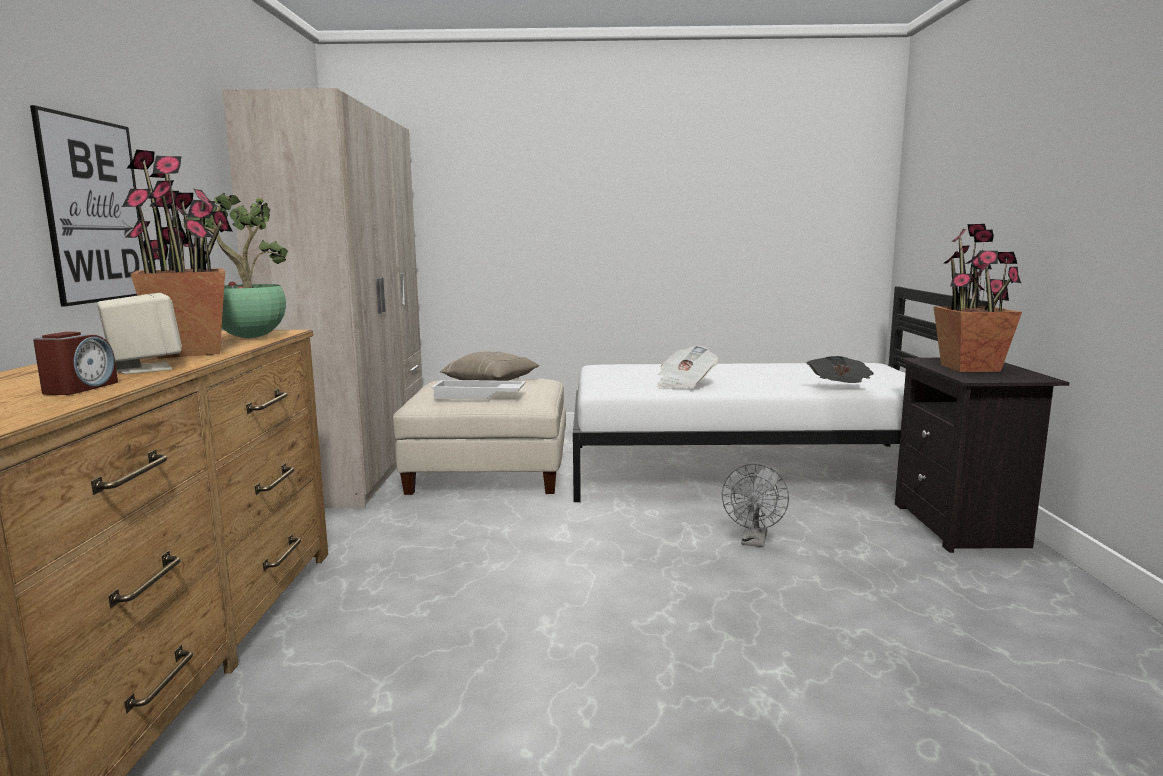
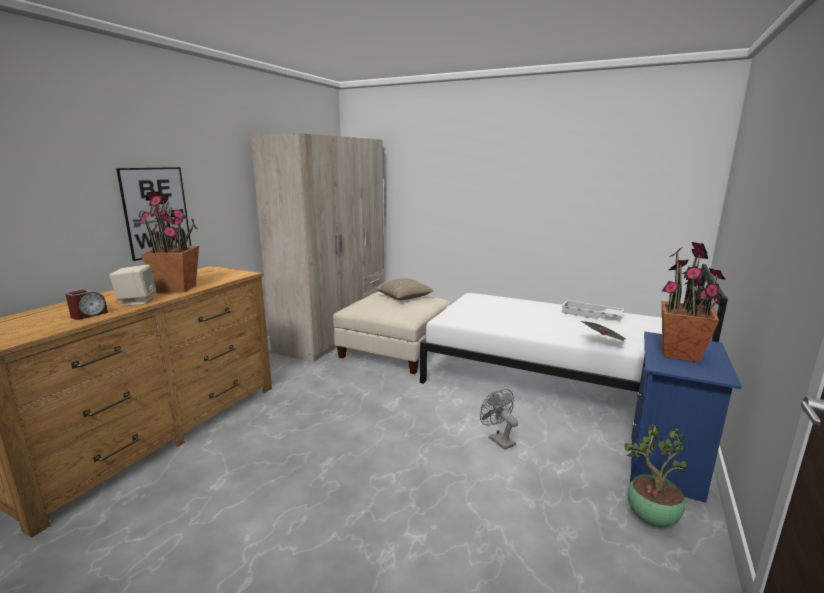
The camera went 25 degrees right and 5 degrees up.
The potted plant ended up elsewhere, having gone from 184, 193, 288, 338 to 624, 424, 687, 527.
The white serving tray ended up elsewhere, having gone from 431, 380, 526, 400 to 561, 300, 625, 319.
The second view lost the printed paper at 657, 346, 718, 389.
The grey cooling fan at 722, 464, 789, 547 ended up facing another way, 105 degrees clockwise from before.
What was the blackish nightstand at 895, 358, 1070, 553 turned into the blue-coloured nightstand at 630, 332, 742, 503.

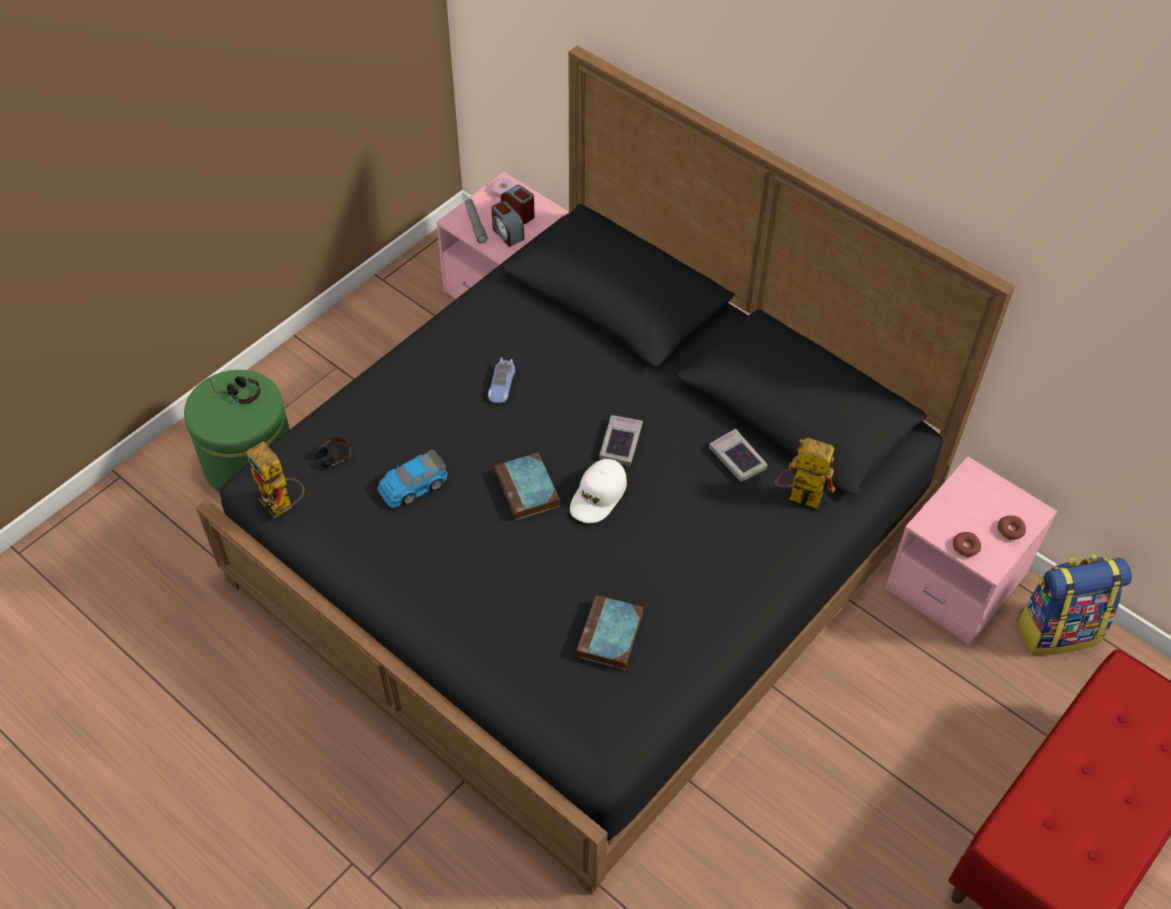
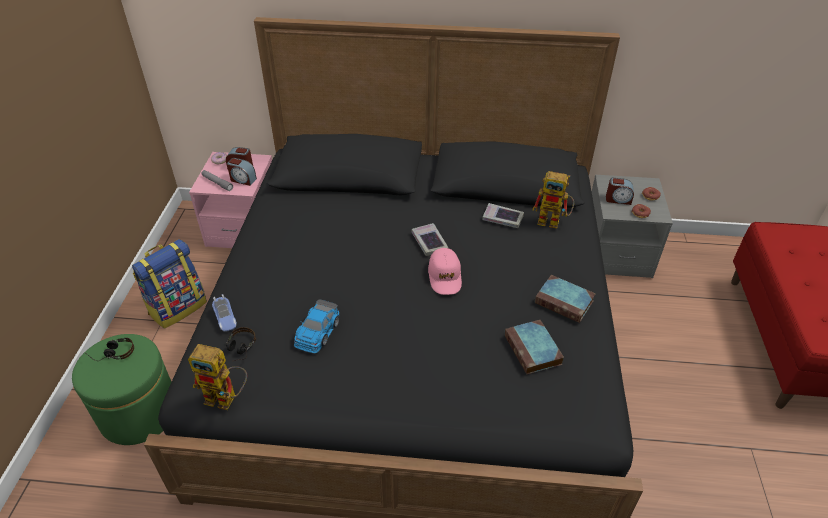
The camera went 35 degrees left and 10 degrees down.
The toy car ended up elsewhere, having gone from 488, 358, 515, 403 to 212, 294, 237, 332.
The volume ended up elsewhere, having gone from 495, 453, 560, 520 to 534, 275, 596, 323.
What was the white peaked cap at 570, 459, 627, 523 turned into the pinkish peaked cap at 428, 248, 462, 295.
The toy robot at 775, 438, 835, 509 ended up facing another way, 150 degrees counterclockwise from before.
What was the pinkish nightstand at 885, 456, 1057, 645 turned into the grey nightstand at 592, 175, 673, 278.
The knapsack ended up elsewhere, having gone from 1016, 554, 1132, 655 to 132, 239, 207, 329.
The second view gained the alarm clock at 606, 178, 634, 205.

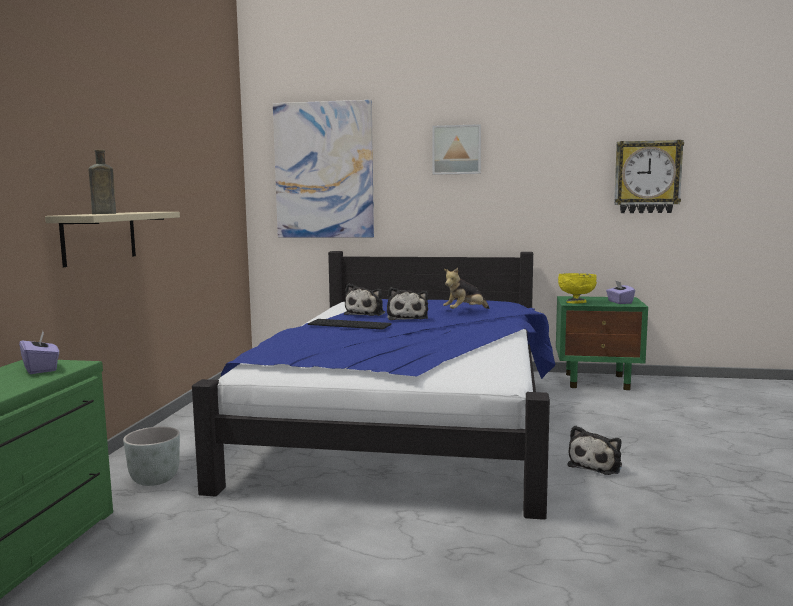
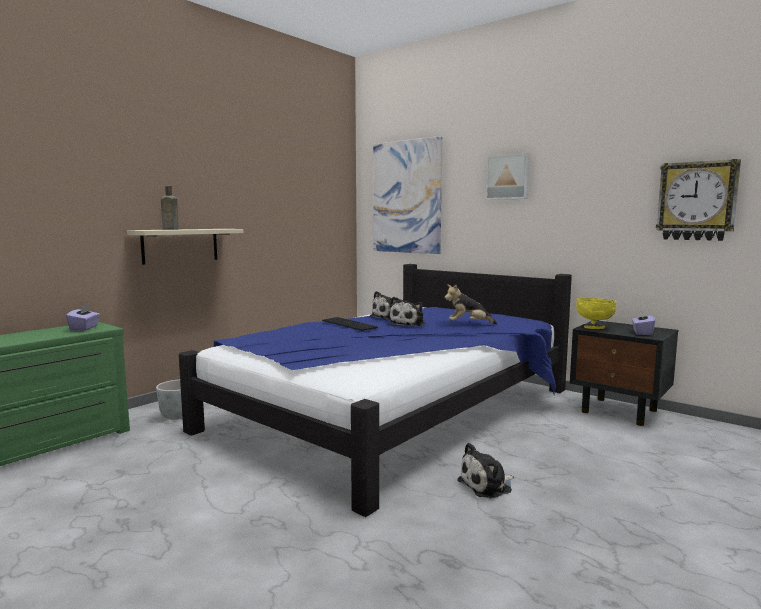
The camera went 30 degrees right and 0 degrees up.
What was the green-coloured nightstand at 556, 296, 648, 390 turned into the blackish nightstand at 570, 321, 679, 426.

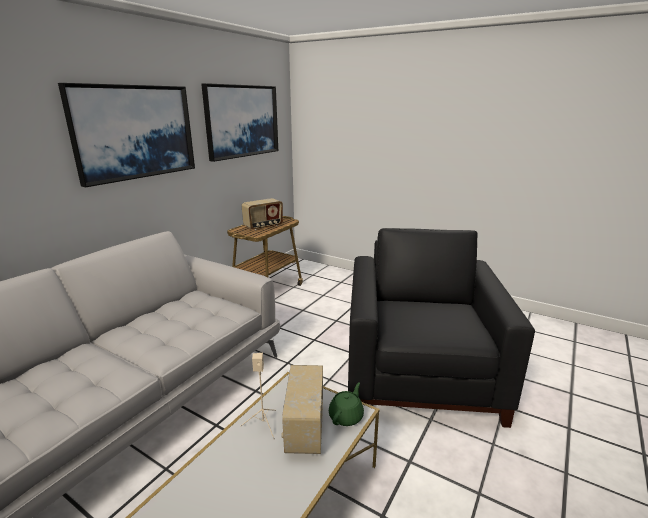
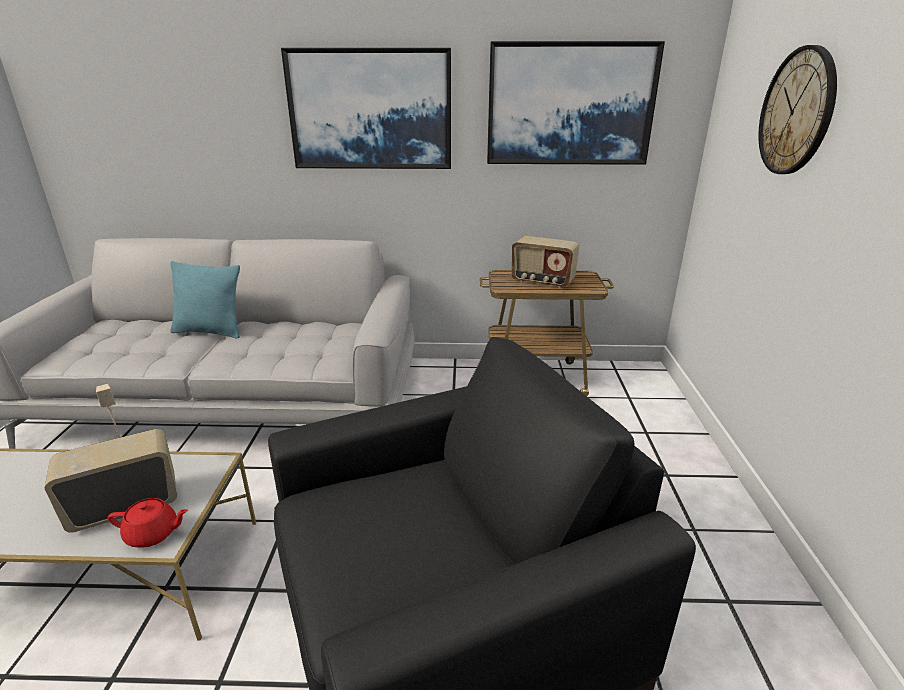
The camera went 60 degrees right and 5 degrees up.
What was the green-coloured pot for tea at 329, 382, 364, 426 turned into the red-coloured pot for tea at 108, 498, 188, 548.
The second view gained the blue-green throw pillow at 170, 261, 240, 339.
The second view gained the wall clock at 759, 45, 837, 174.

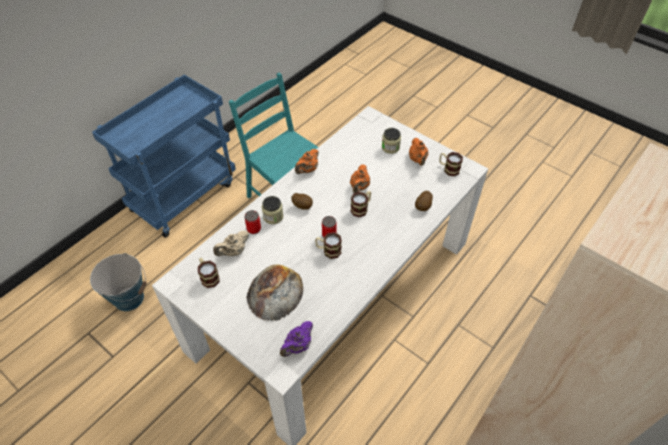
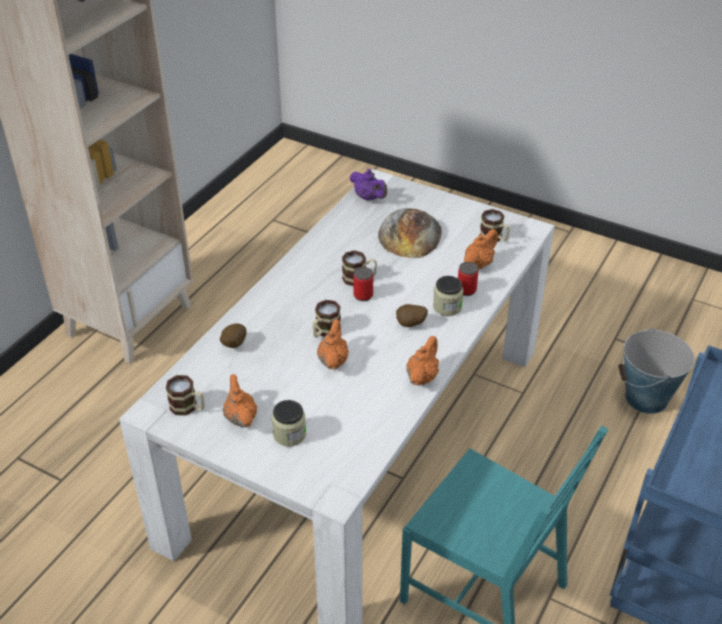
The camera went 170 degrees right and 10 degrees down.
What was the sand-coloured pot for tea at 213, 230, 250, 256 turned into the orange pot for tea at 464, 229, 498, 270.
The purple pot for tea at 280, 321, 313, 357 ended up facing another way, 105 degrees clockwise from before.

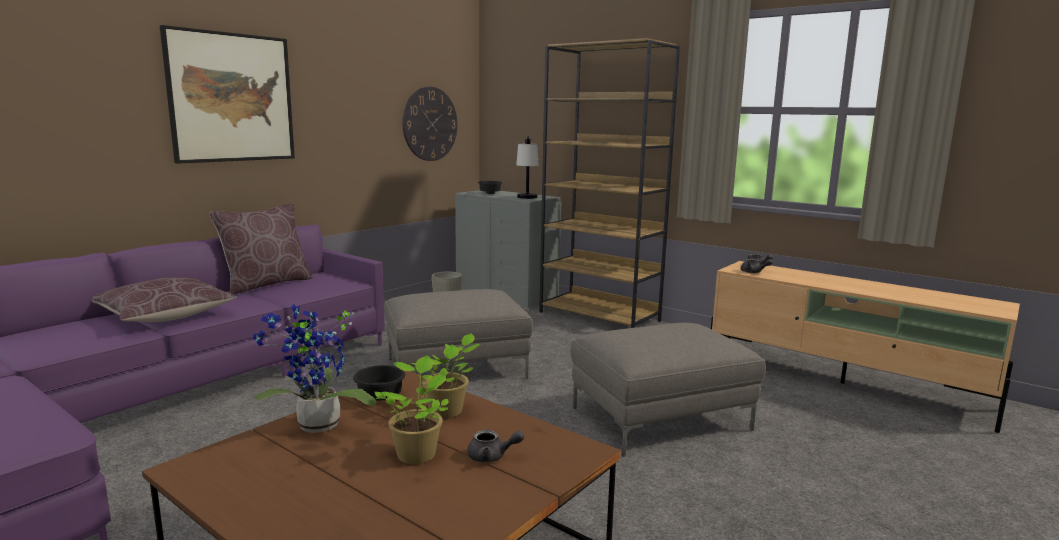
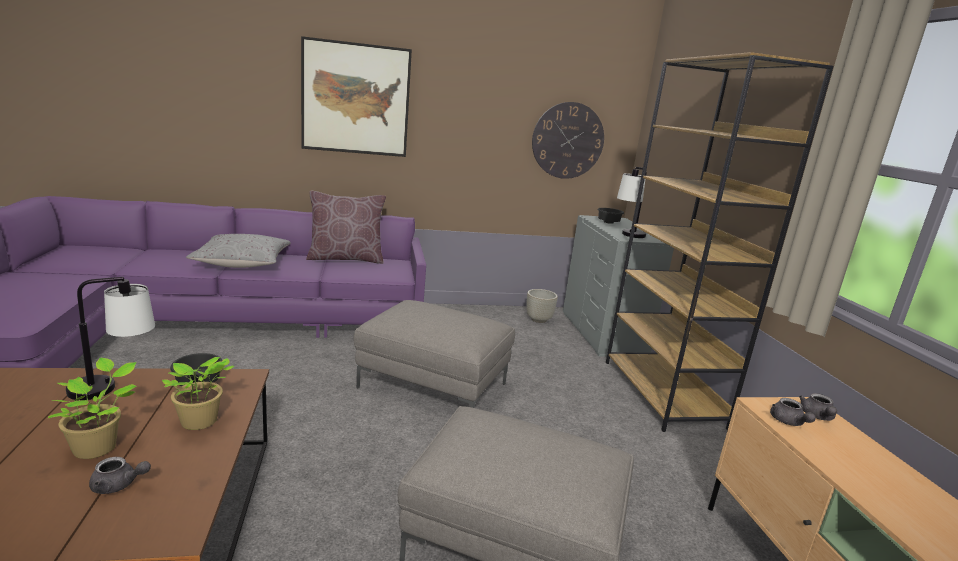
The camera went 40 degrees right and 5 degrees up.
What was the brown-coloured throw pillow at 92, 277, 237, 322 turned into the grey throw pillow at 186, 234, 290, 268.
Where the potted plant stood at 253, 304, 376, 433, the table lamp came to stand at 66, 277, 155, 400.
The grey pot for tea at 467, 430, 524, 462 ended up facing another way, 45 degrees counterclockwise from before.

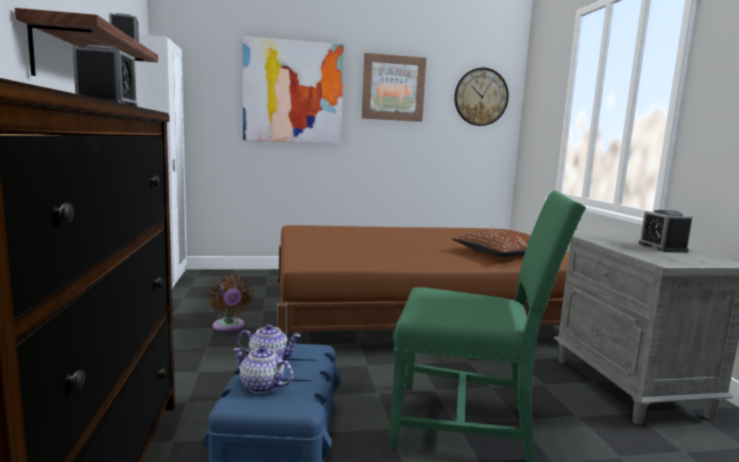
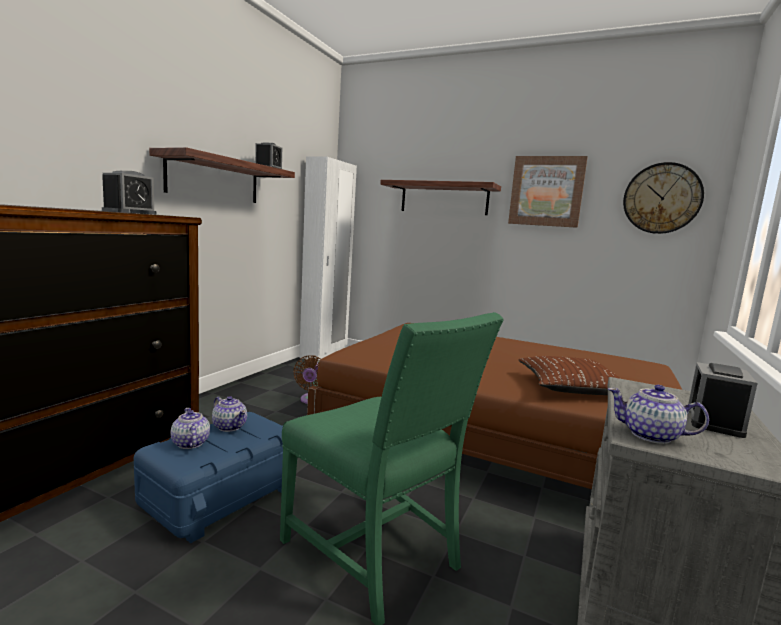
The camera went 35 degrees right and 0 degrees up.
Where the picture hung at 243, 36, 344, 144, the bracket shelf came to hang at 380, 180, 501, 215.
The second view gained the pot for tea at 608, 385, 709, 444.

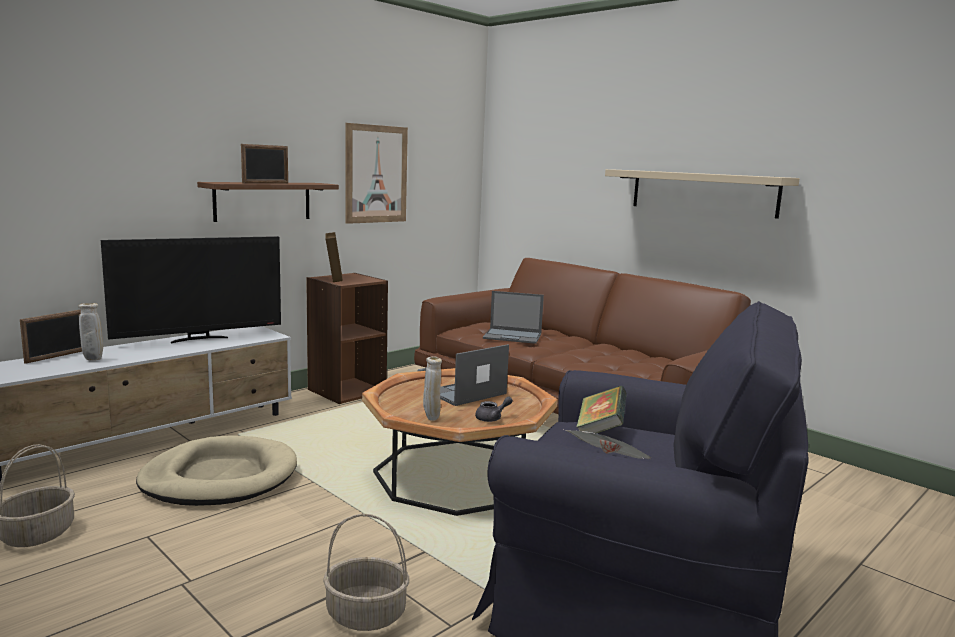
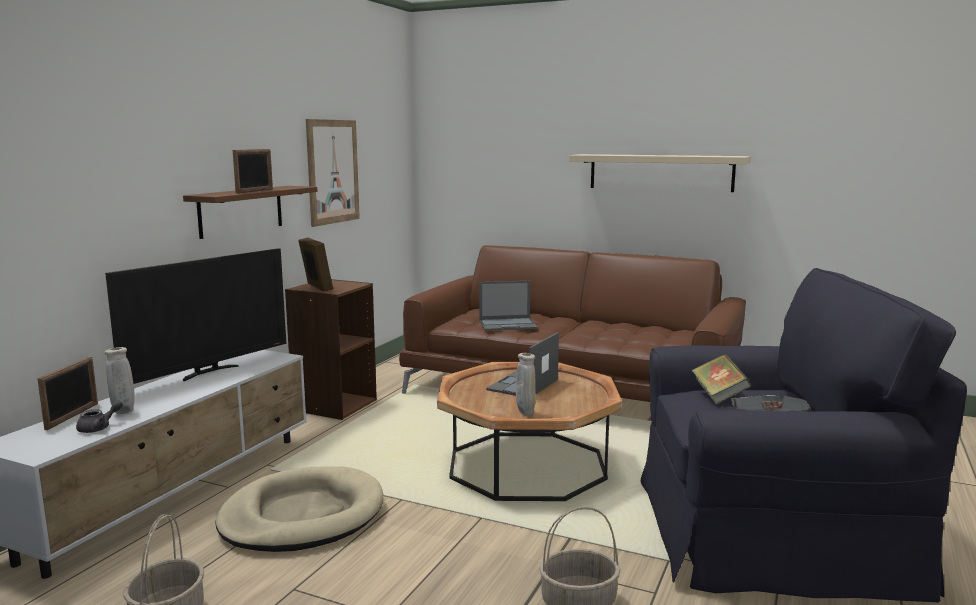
The camera went 20 degrees left and 0 degrees up.
The grey pot for tea ended up elsewhere, having gone from 475, 396, 513, 422 to 76, 400, 123, 433.

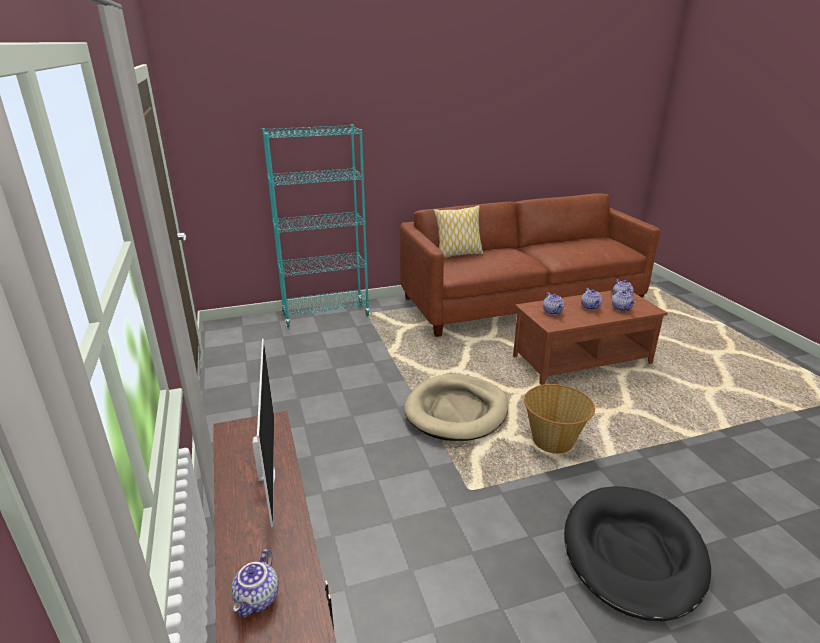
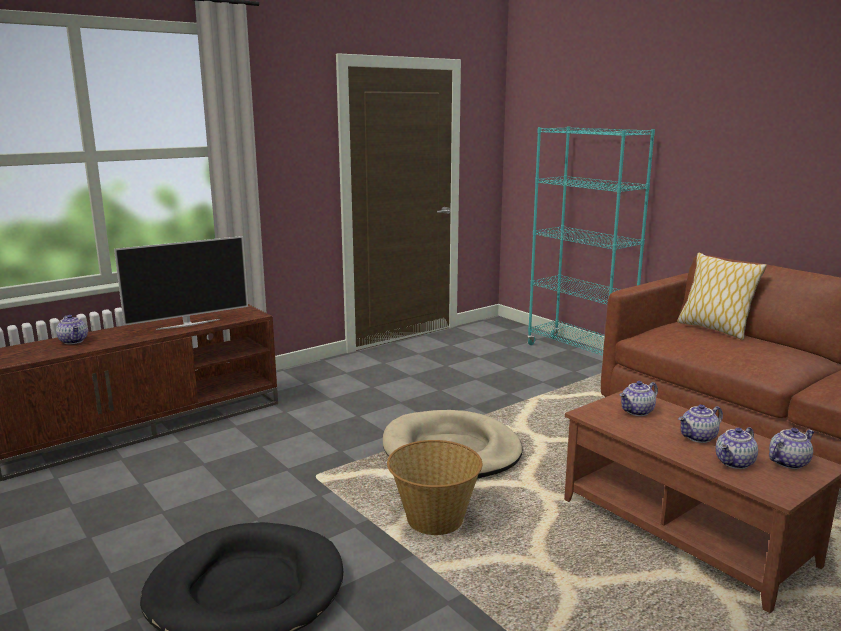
The camera went 70 degrees right and 10 degrees down.
The pot for tea at 231, 549, 279, 617 ended up facing another way, 120 degrees counterclockwise from before.

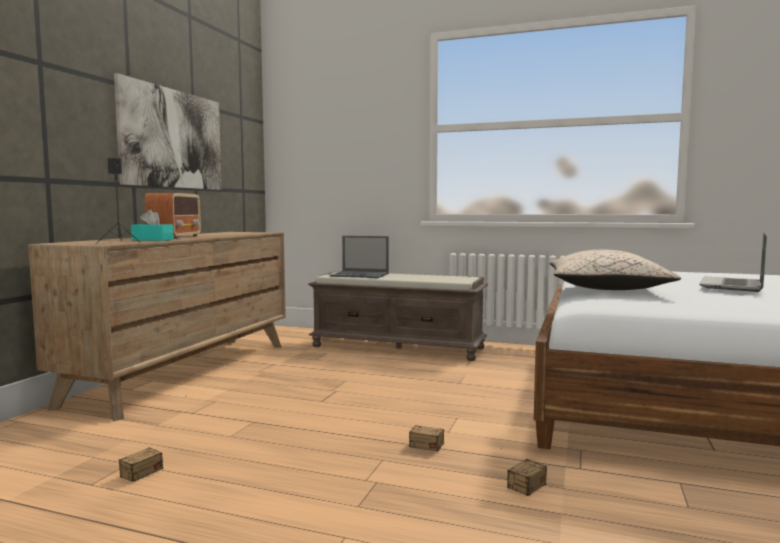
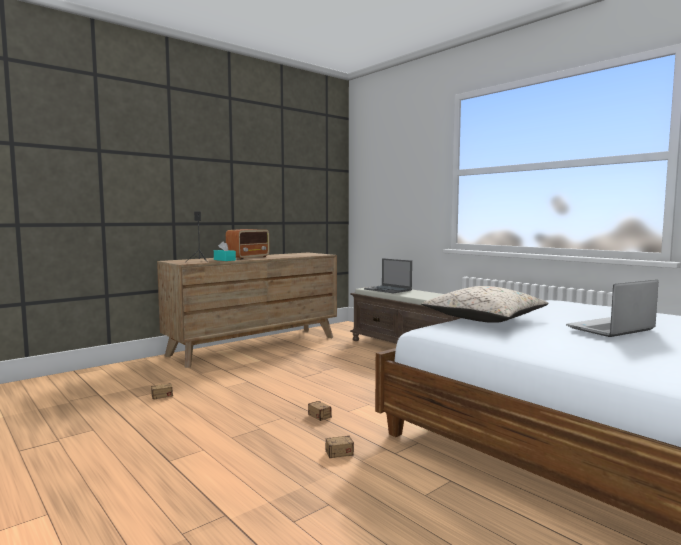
The camera went 30 degrees right and 0 degrees up.
The second view lost the picture at 114, 73, 222, 190.

